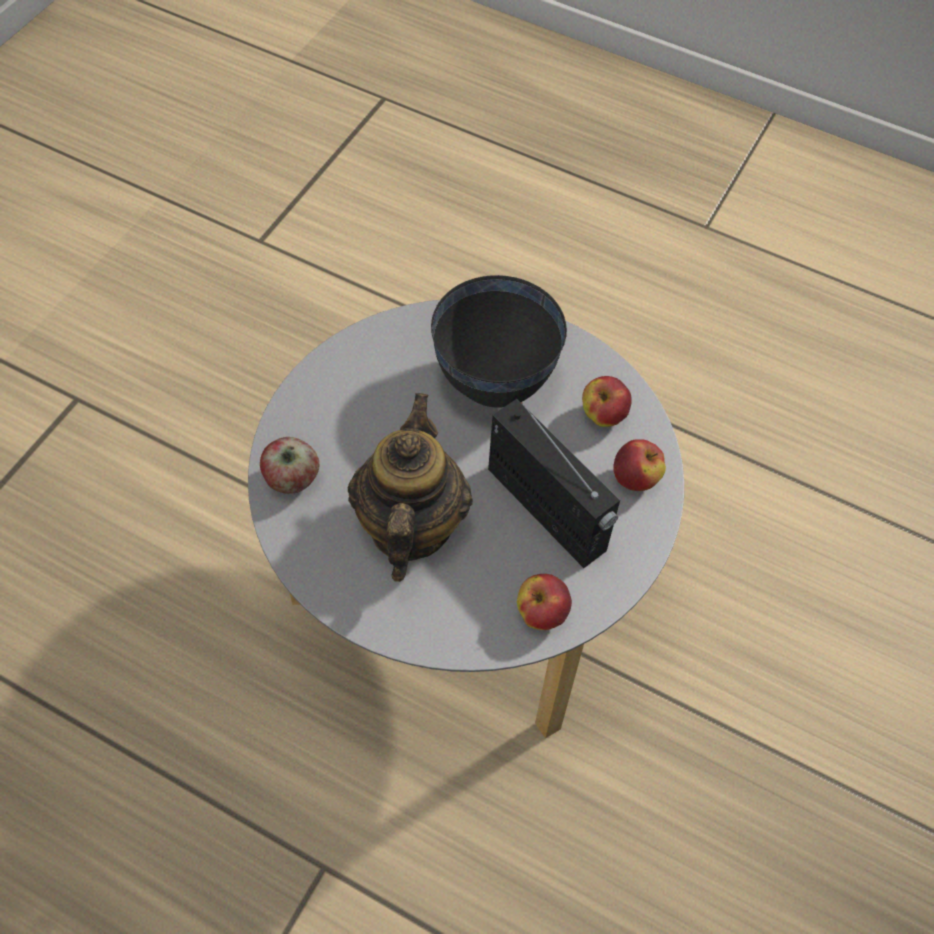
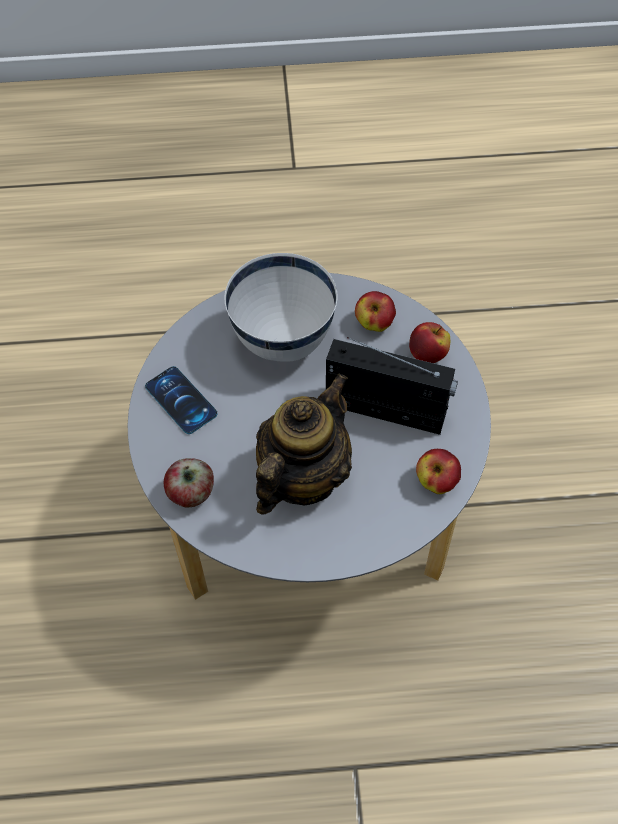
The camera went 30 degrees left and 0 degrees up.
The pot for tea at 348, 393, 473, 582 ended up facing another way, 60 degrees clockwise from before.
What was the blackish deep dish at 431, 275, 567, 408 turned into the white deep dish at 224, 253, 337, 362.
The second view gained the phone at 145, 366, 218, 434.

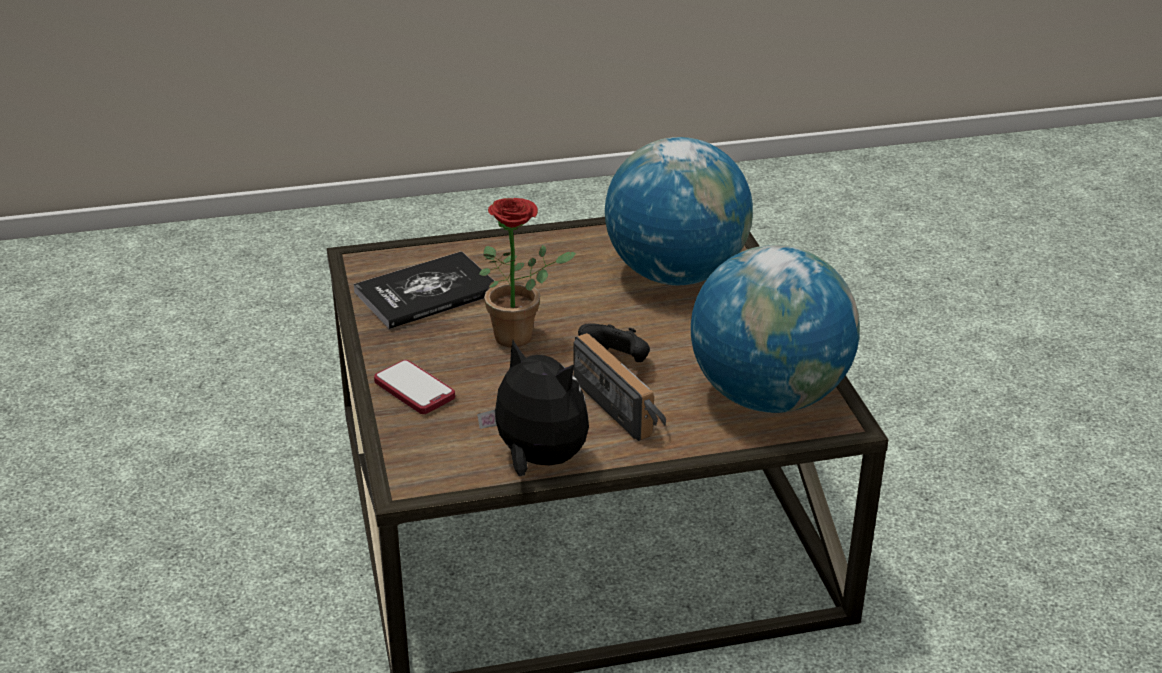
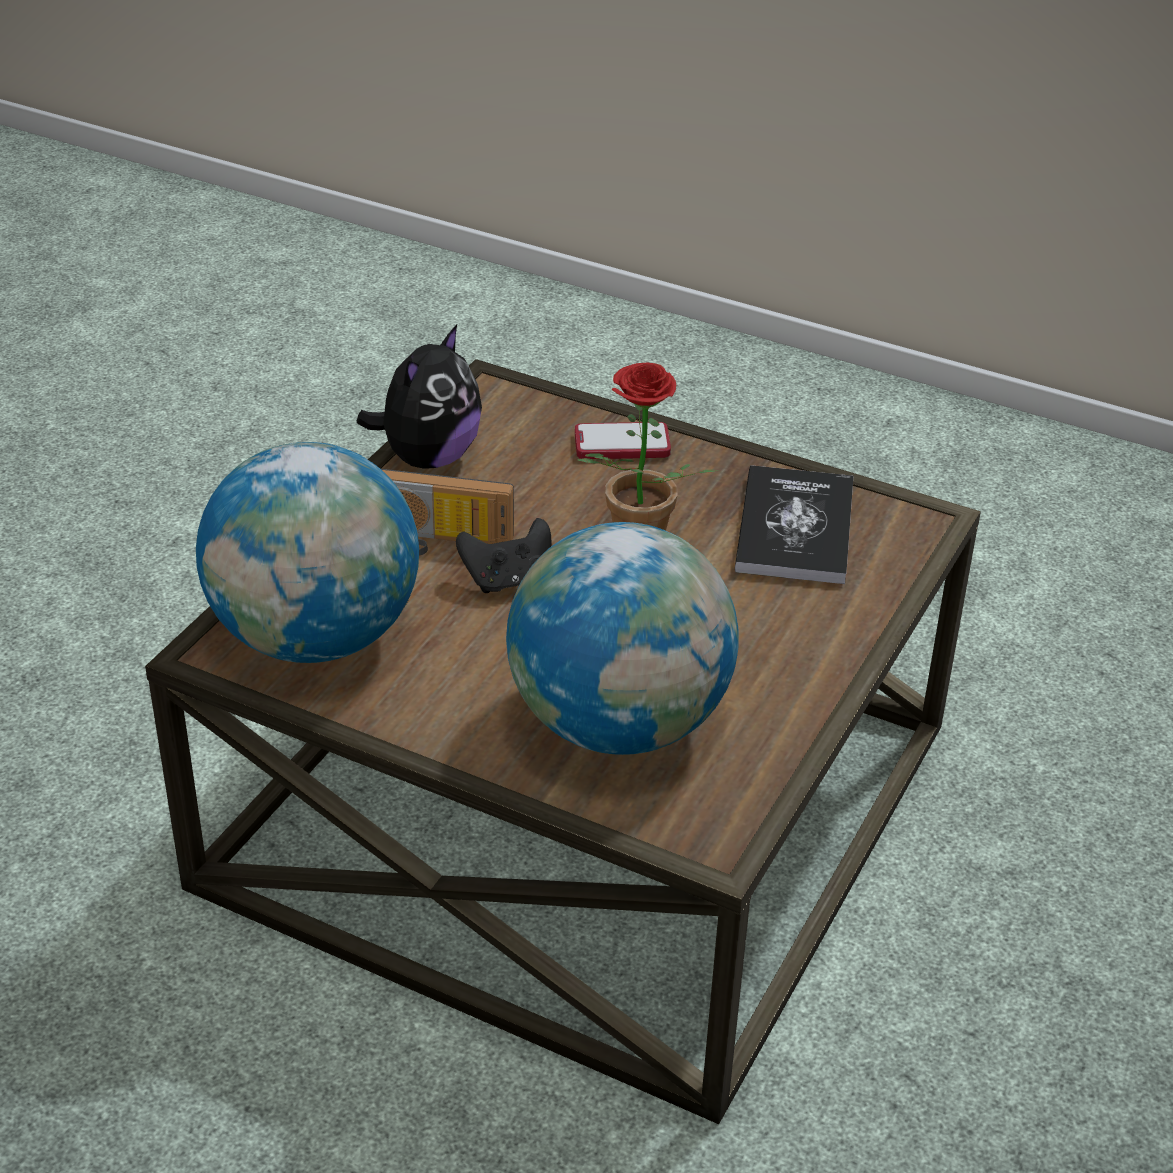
The camera went 130 degrees right and 5 degrees up.
The cuddly toy at 477, 340, 589, 476 ended up facing another way, 45 degrees counterclockwise from before.

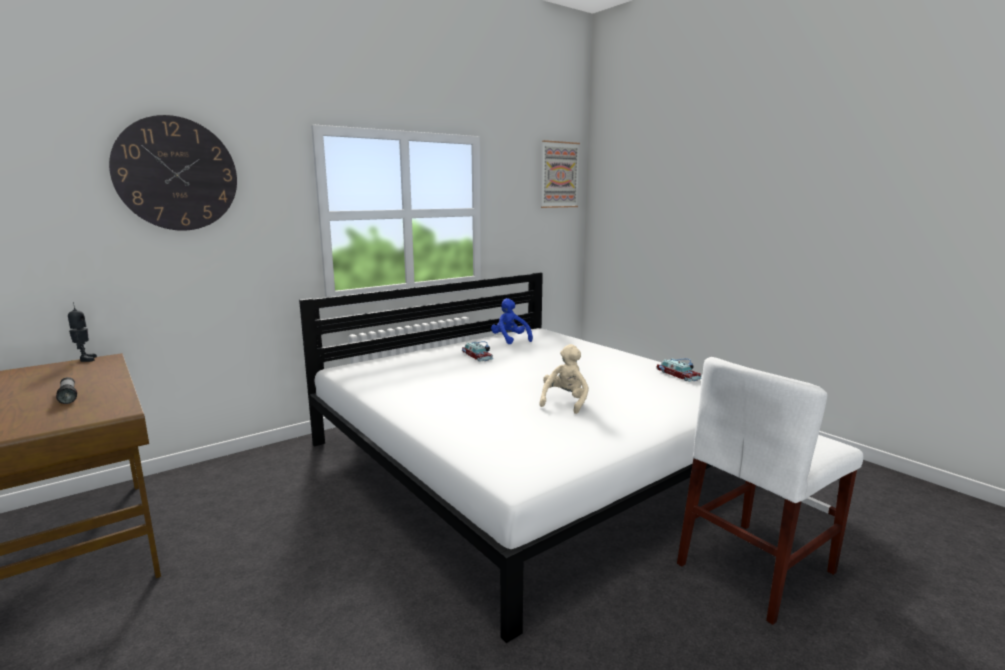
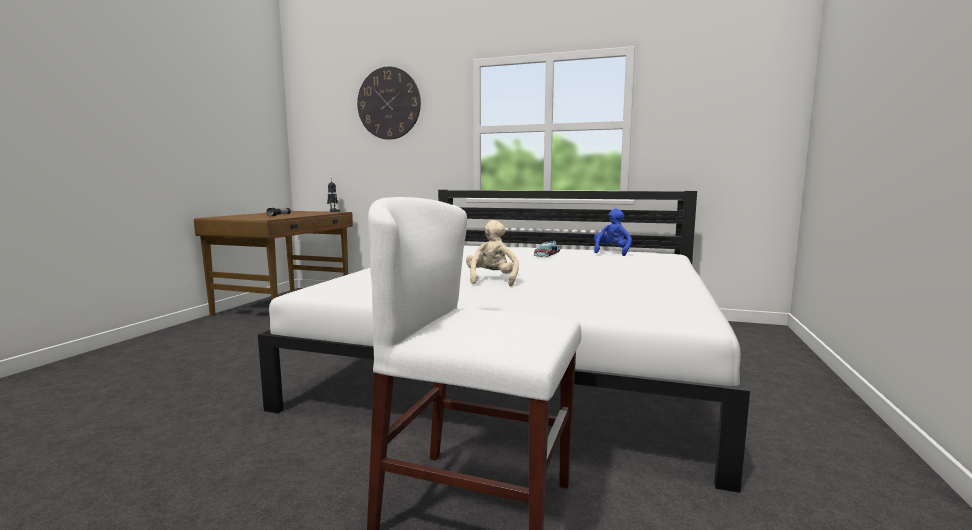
The camera went 55 degrees right and 5 degrees down.
The sand-coloured cuddly toy at 539, 344, 589, 414 ended up facing another way, 75 degrees counterclockwise from before.
The second view lost the picture at 541, 140, 580, 208.
The second view lost the toy car at 656, 358, 702, 382.

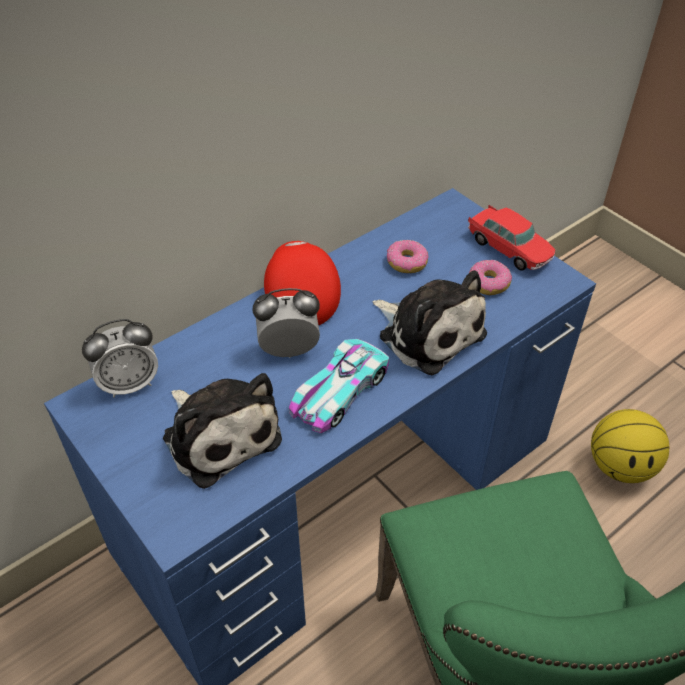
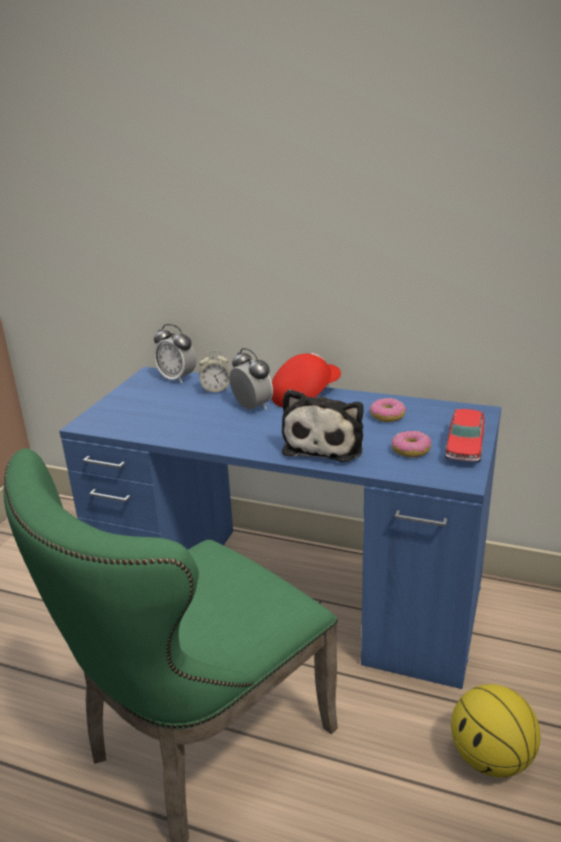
The camera went 60 degrees right and 20 degrees down.
The second view lost the cuddly toy at 163, 373, 282, 489.
The second view lost the toy car at 289, 339, 389, 433.
The second view gained the alarm clock at 199, 350, 230, 393.

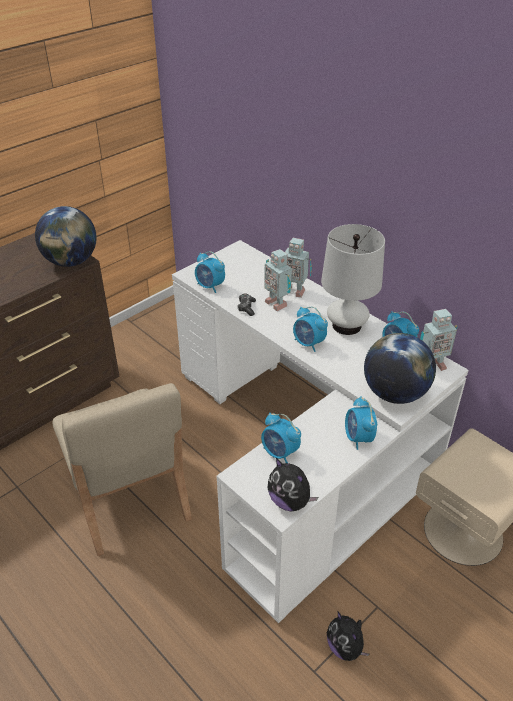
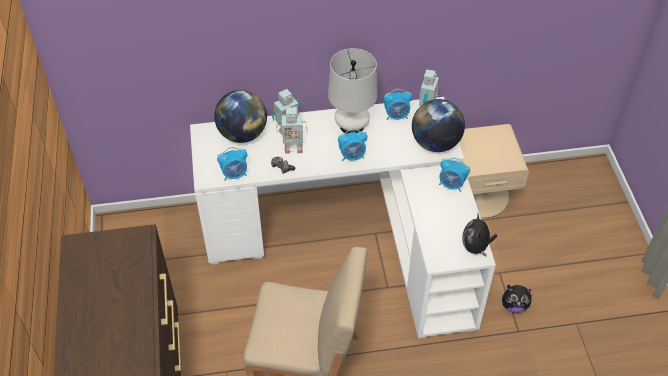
The camera went 55 degrees left and 10 degrees up.
The globe ended up elsewhere, having gone from 35, 206, 97, 267 to 214, 90, 267, 143.
The second view lost the alarm clock at 261, 413, 301, 463.
The cuddly toy at 268, 458, 318, 511 ended up facing another way, 105 degrees clockwise from before.

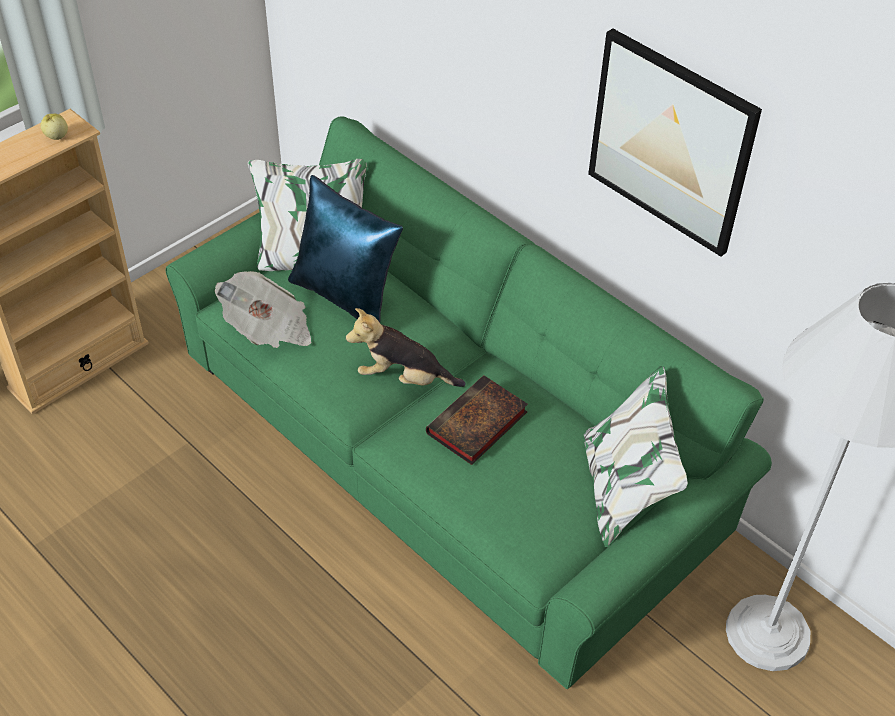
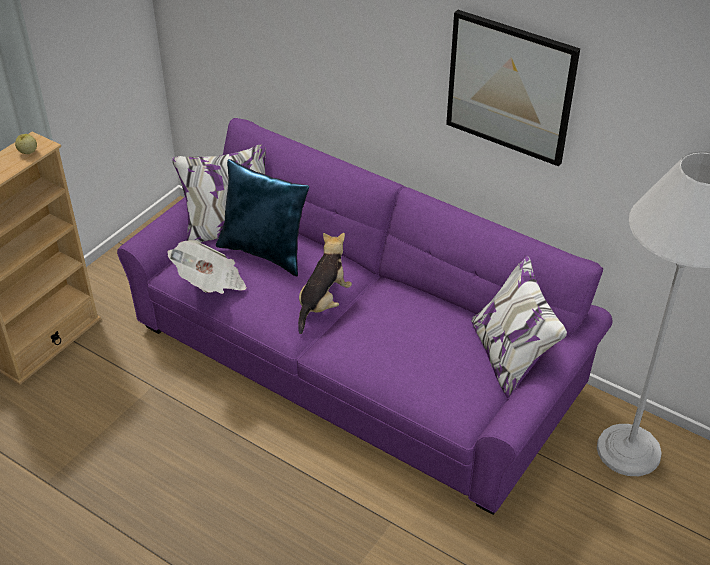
The camera went 10 degrees left and 5 degrees down.
What was the green-coloured settee at 165, 116, 772, 689 turned into the purple settee at 117, 118, 613, 515.
The cuddly toy at 346, 308, 466, 387 ended up facing another way, 120 degrees clockwise from before.
The second view lost the volume at 426, 375, 528, 465.

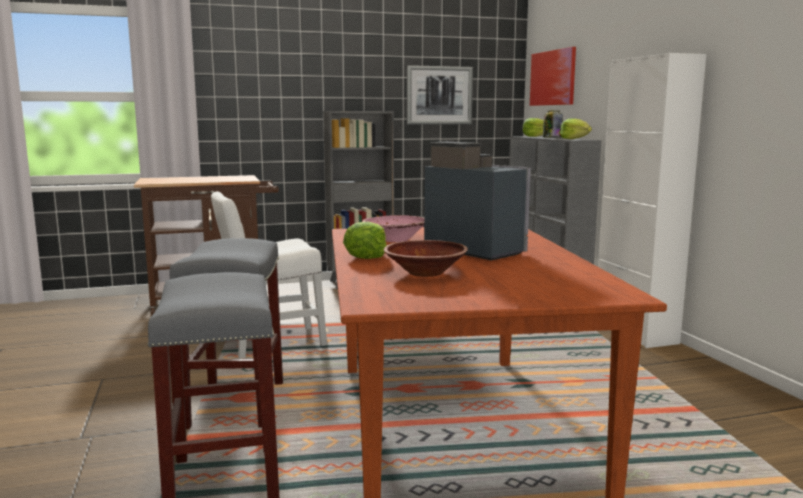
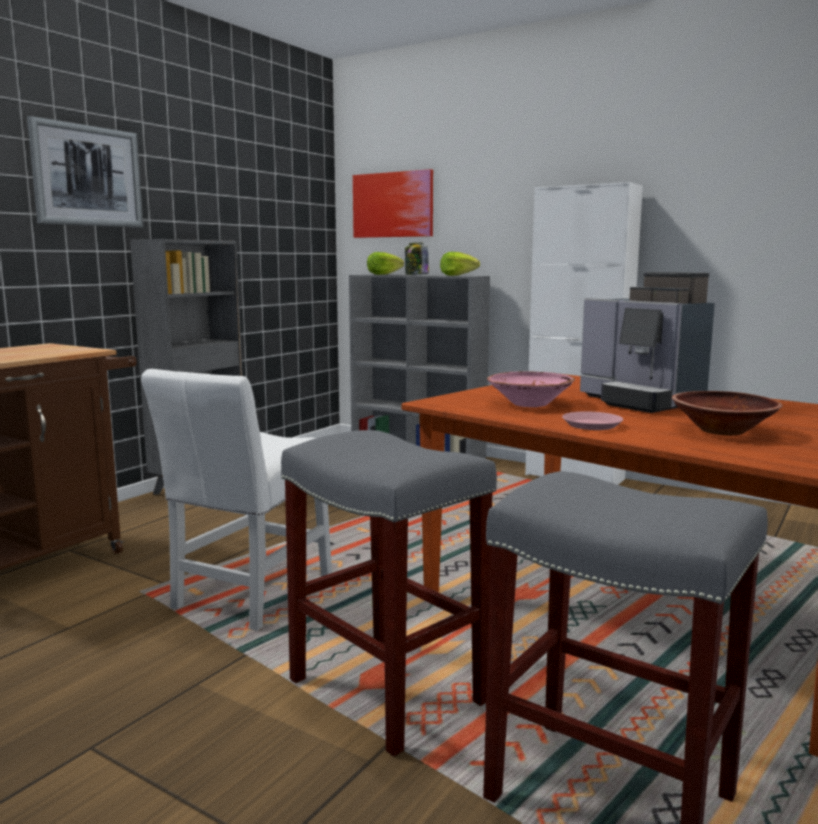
The camera went 40 degrees left and 0 degrees up.
Where the lettuce head stood at 343, 222, 387, 259, the pinkish dinner plate came to stand at 562, 411, 623, 430.
The picture ended up elsewhere, having gone from 407, 65, 473, 125 to 27, 116, 143, 228.
The coffee brewer at 424, 142, 531, 260 ended up facing another way, 135 degrees counterclockwise from before.

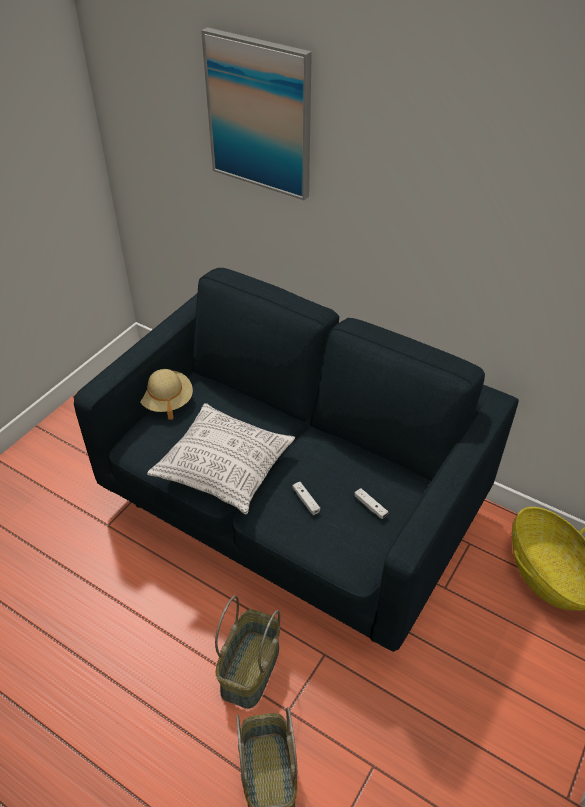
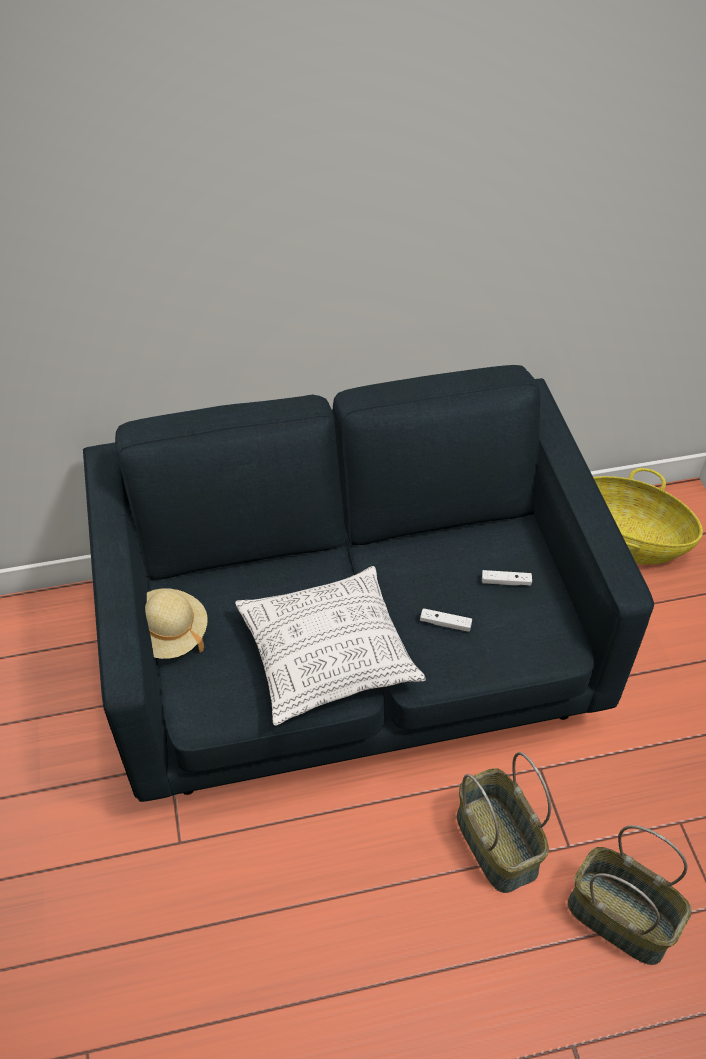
The camera went 45 degrees left and 5 degrees up.
The second view lost the picture at 201, 27, 312, 200.

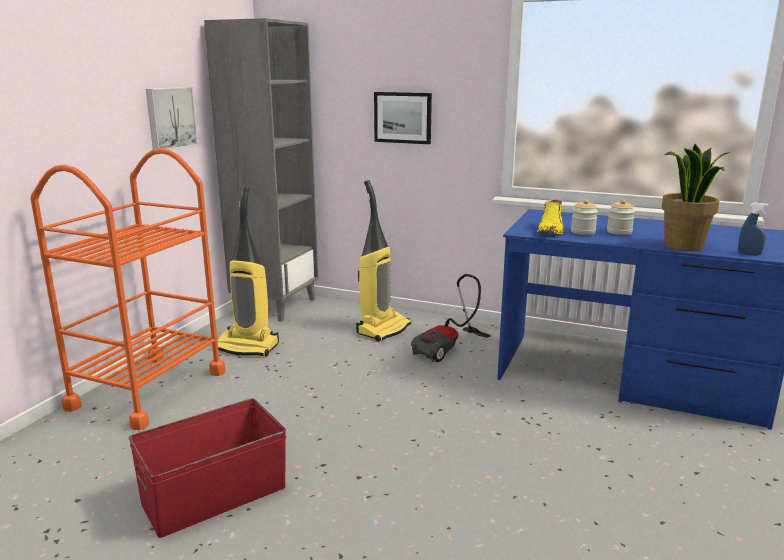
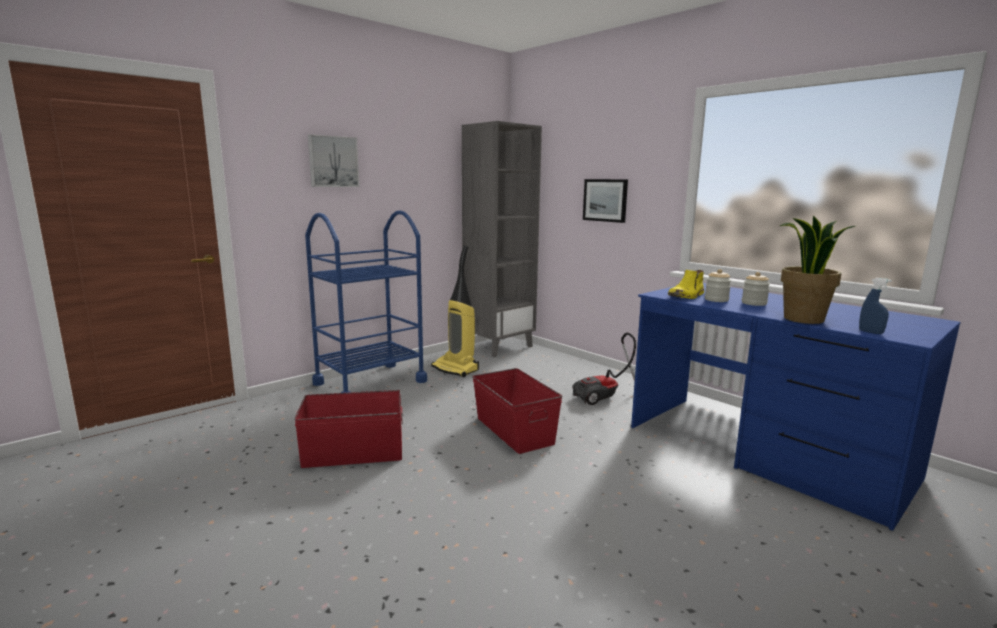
The camera went 25 degrees right and 5 degrees down.
What was the orange wheeled cart at 30, 148, 225, 430 turned into the blue-coloured wheeled cart at 305, 210, 427, 393.
The picture ended up elsewhere, having gone from 146, 87, 198, 150 to 308, 134, 359, 187.
The second view lost the vacuum cleaner at 356, 180, 411, 342.
The second view gained the red-coloured storage container at 473, 368, 562, 454.

